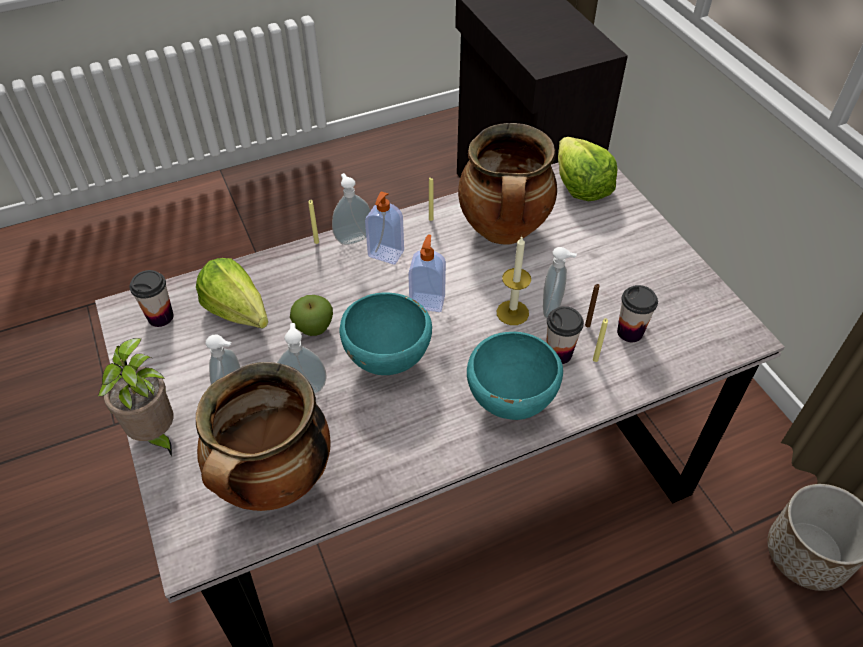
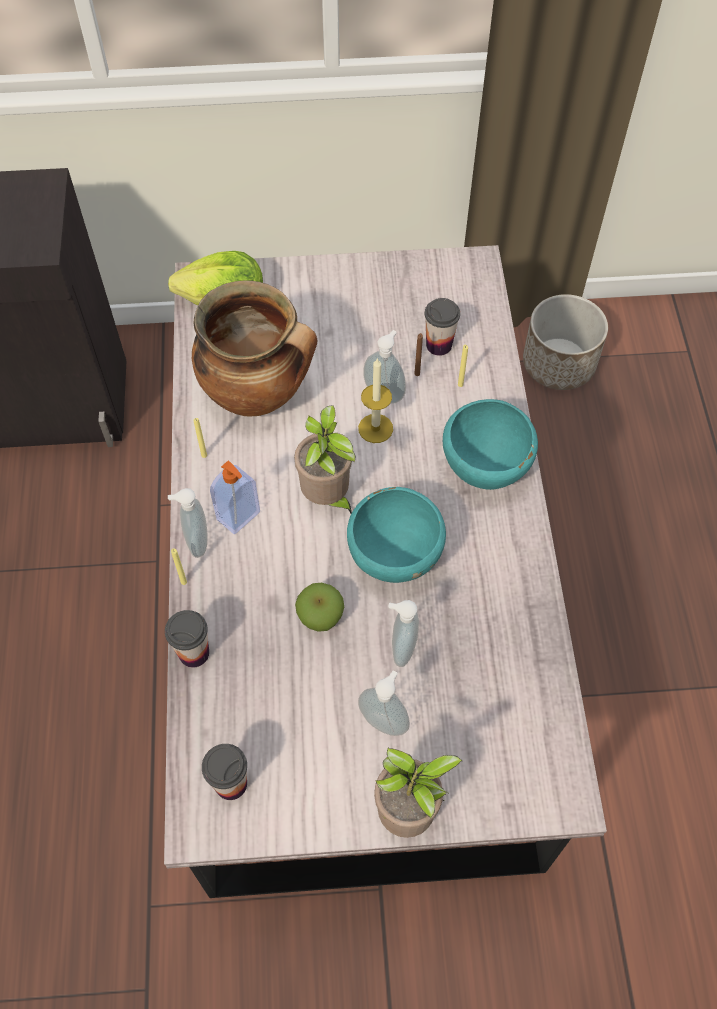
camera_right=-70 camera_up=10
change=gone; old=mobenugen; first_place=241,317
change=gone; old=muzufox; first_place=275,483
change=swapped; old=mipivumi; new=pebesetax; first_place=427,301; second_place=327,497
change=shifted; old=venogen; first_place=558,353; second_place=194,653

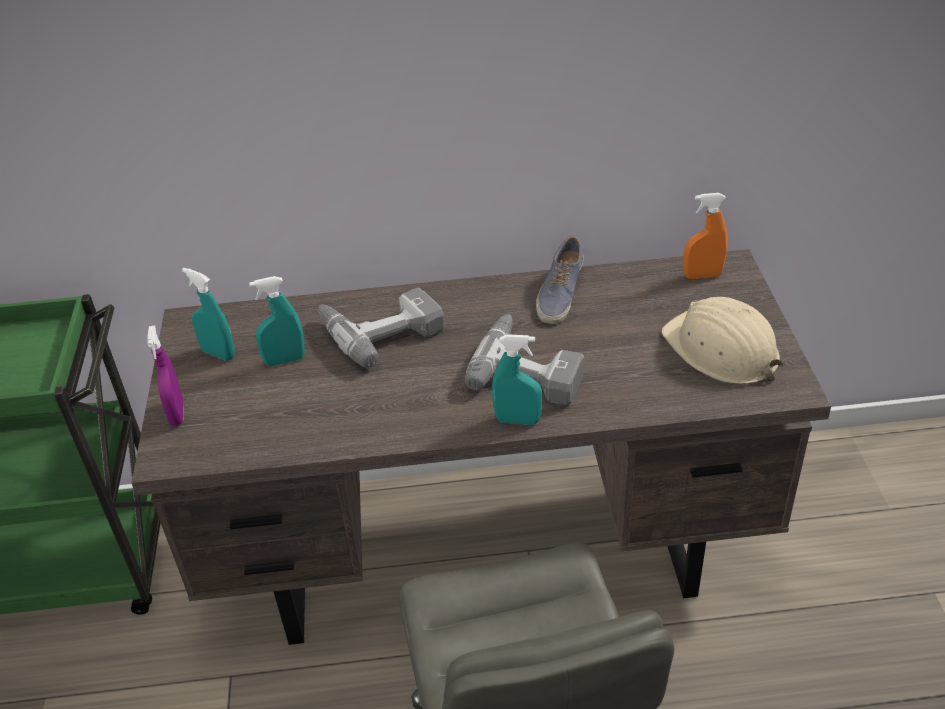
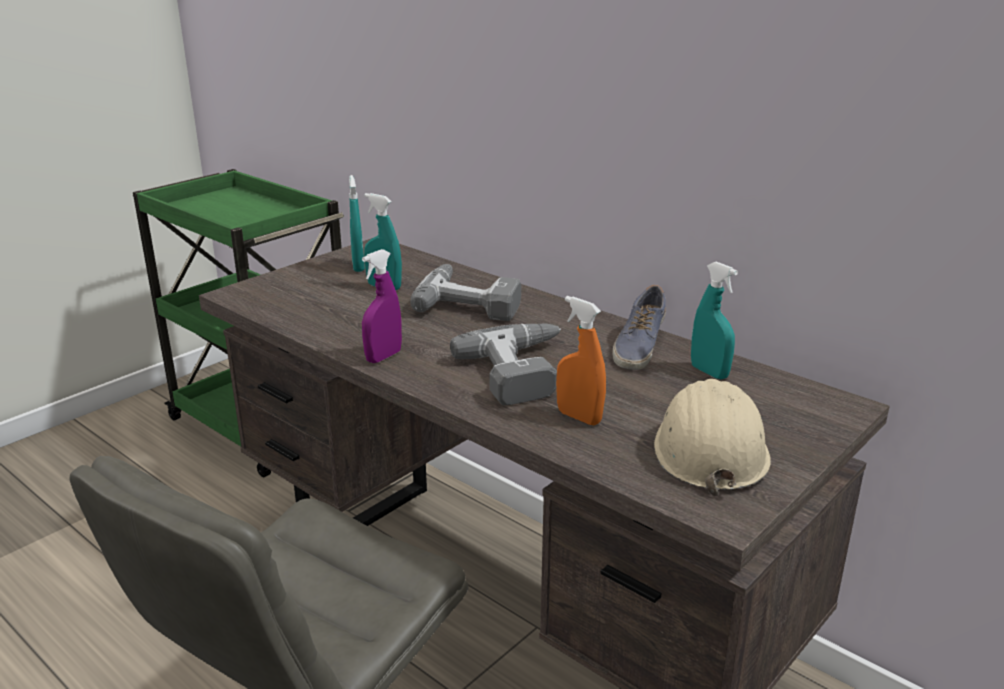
camera_right=45 camera_up=-15
change=shifted; old=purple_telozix; first_place=177,413; second_place=383,357
change=shifted; old=turquoise_telozix; first_place=517,420; second_place=709,372
change=rotated; old=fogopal; first_place=559,294; second_place=638,346; degrees=-45
change=shifted; old=orange_telozix; first_place=702,275; second_place=579,417

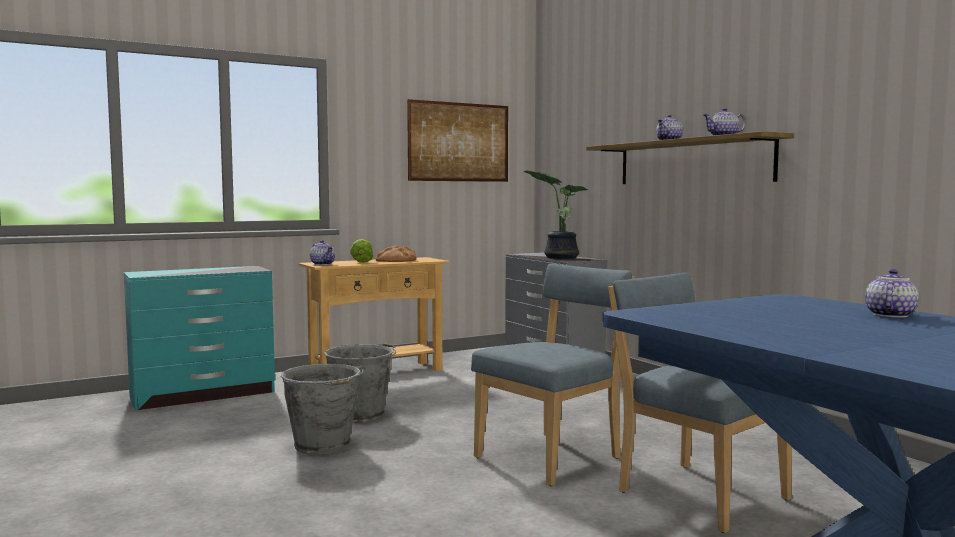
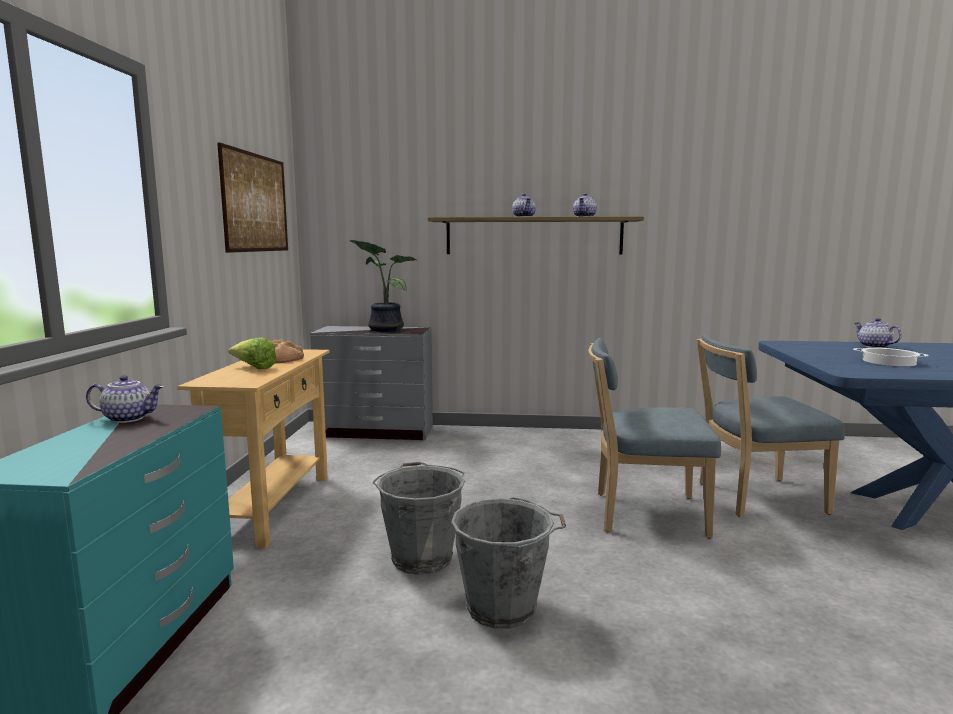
camera_right=-55 camera_up=5
change=shifted; old=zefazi; first_place=323,264; second_place=129,418
change=rotated; old=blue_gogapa; first_place=553,456; second_place=643,513; degrees=-75
change=new; new=muzufox; second_place=889,362

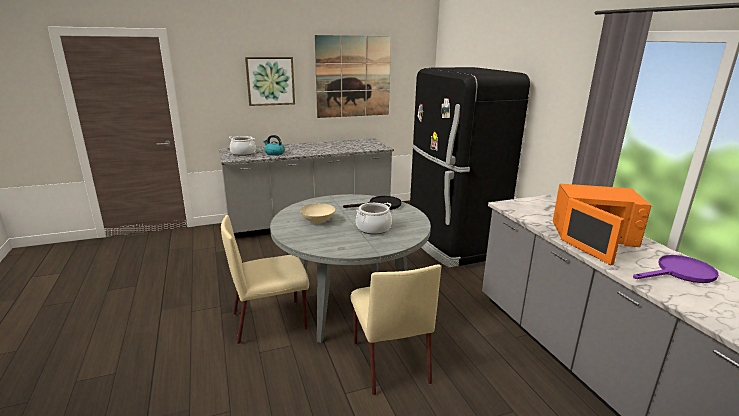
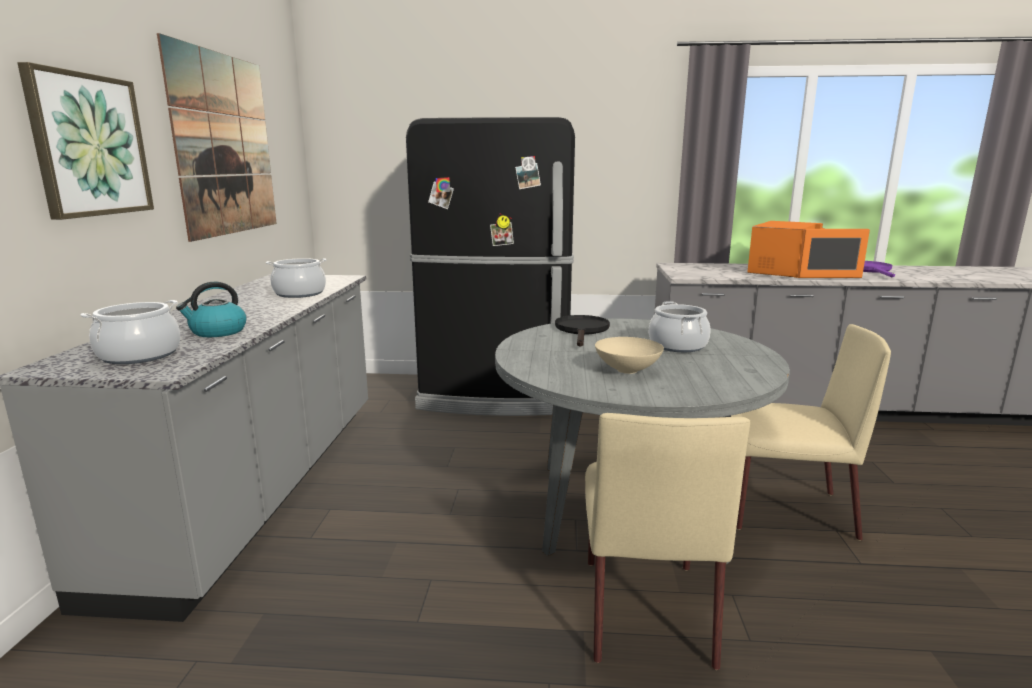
camera_right=-65 camera_up=-5
change=new; new=muzufox; second_place=300,293

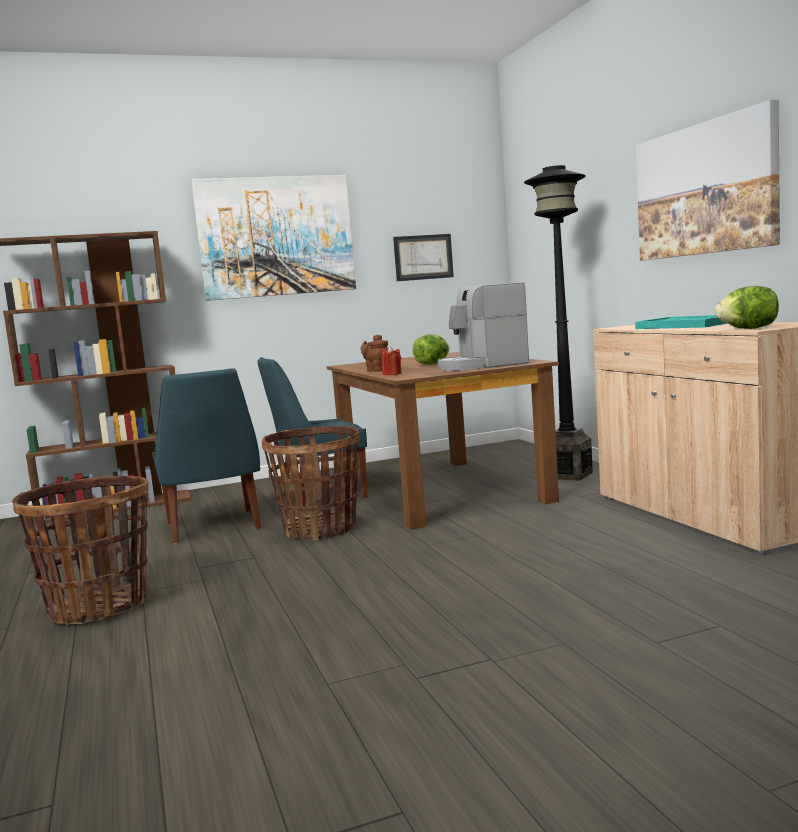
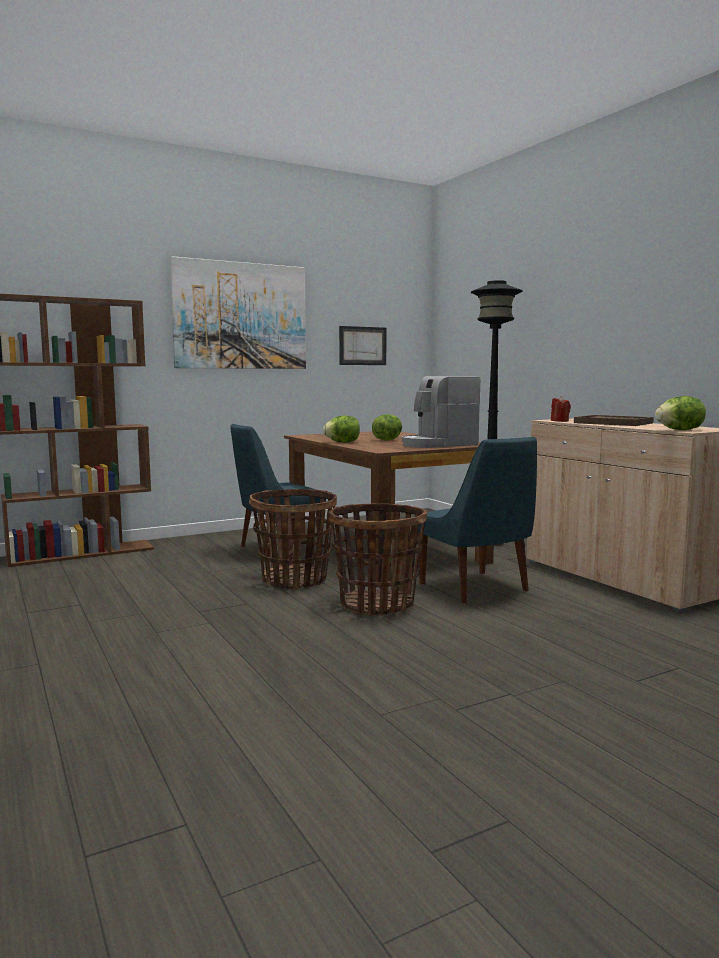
camera_right=-10 camera_up=0
change=shifted; old=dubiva; first_place=98,607; second_place=377,605
change=shifted; old=blue_gogapa; first_place=214,527; second_place=476,589
change=swapped; old=brown_zefazi; new=mobenugen; first_place=377,370; second_place=342,442
change=shifted; old=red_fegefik; first_place=392,374; second_place=559,421
change=repainted; old=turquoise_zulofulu; new=brown_zulofulu; first_place=685,325; second_place=613,423
change=gone; old=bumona; first_place=704,189

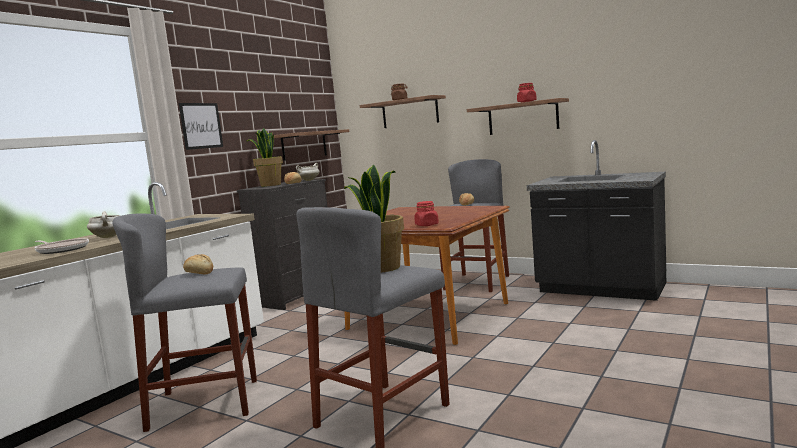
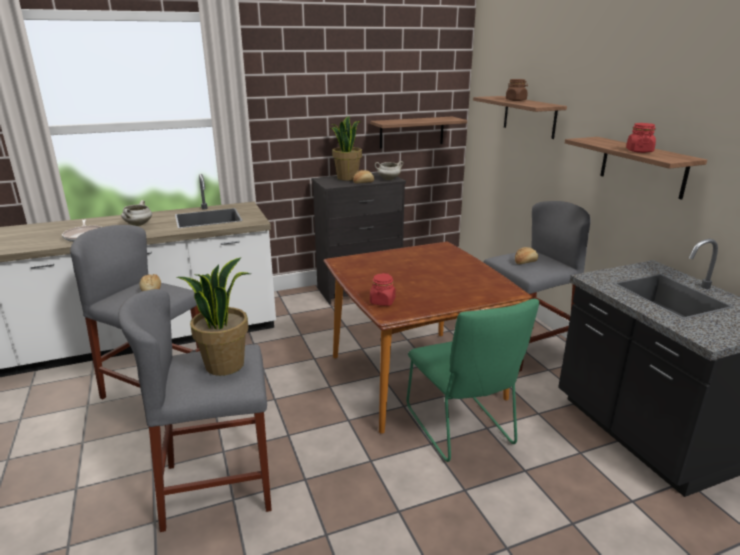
camera_right=35 camera_up=15
change=gone; old=bumona; first_place=201,125
change=new; new=green_gogapa; second_place=461,429

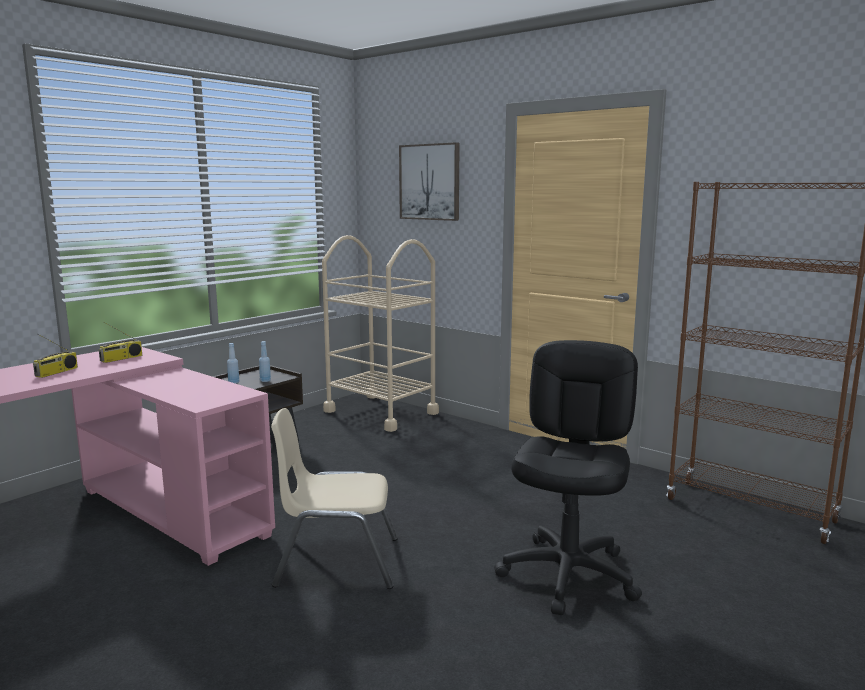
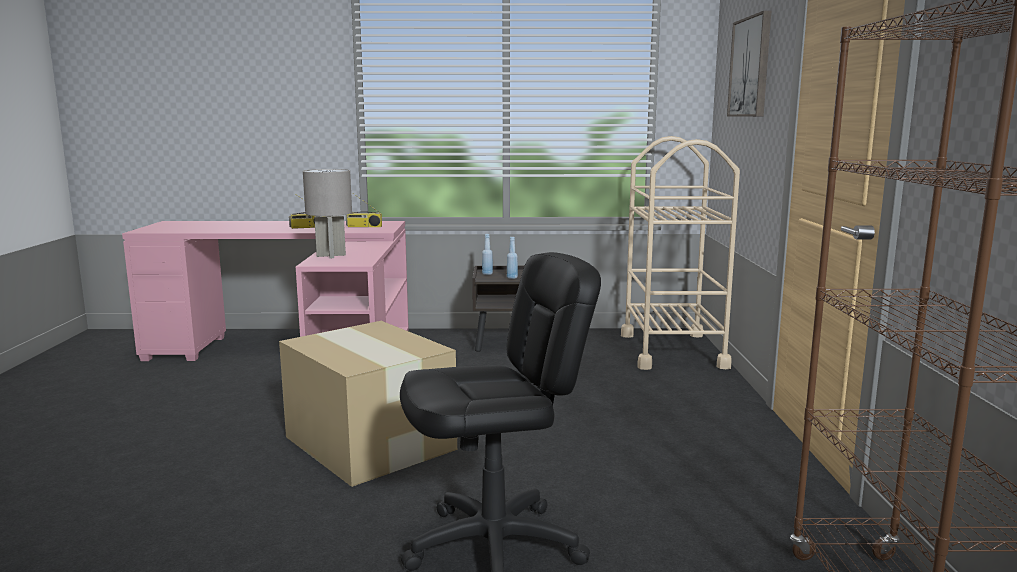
camera_right=50 camera_up=0
change=swapped; old=beige_gogapa; new=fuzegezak; first_place=337,562; second_place=369,442
change=new; new=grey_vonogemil; second_place=331,255

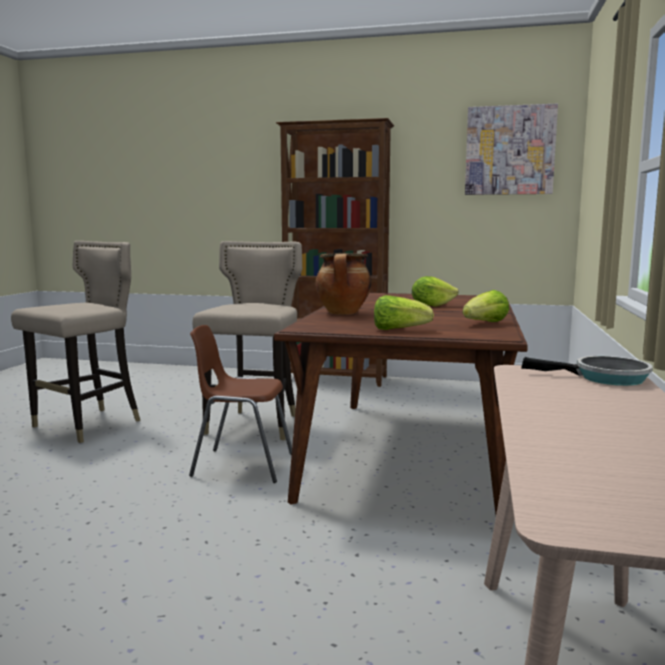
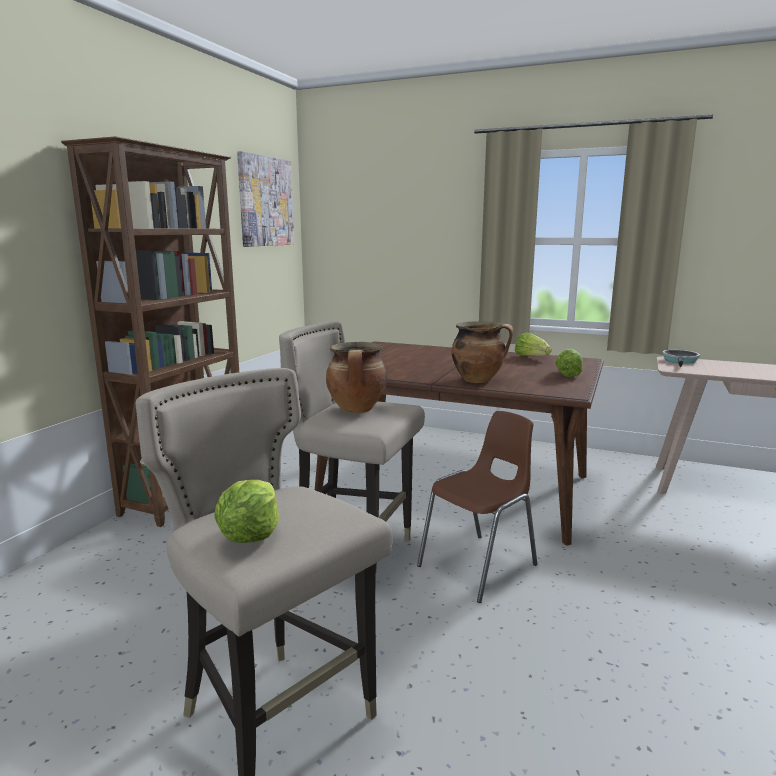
camera_right=-80 camera_up=5
change=rotated; old=brown_gogapa; first_place=242,465; second_place=479,566; degrees=-150
change=shifted; old=mobenugen; first_place=431,305; second_place=251,535
change=new; new=muzufox; second_place=357,410

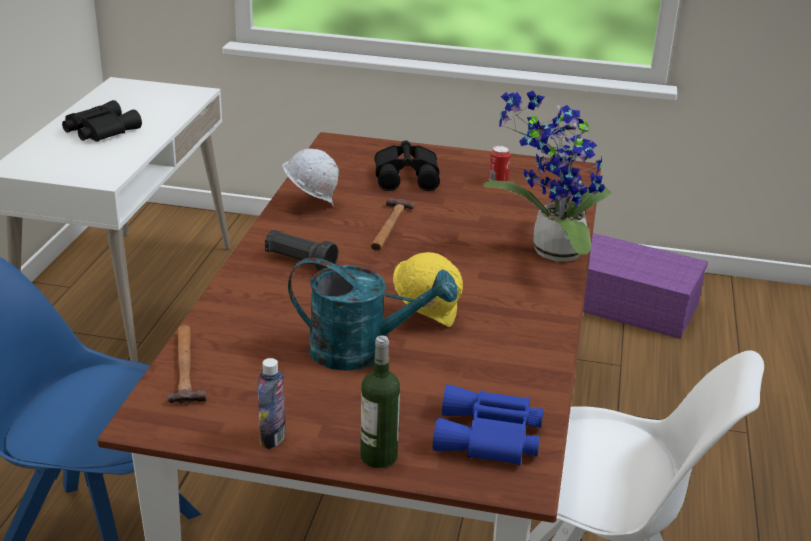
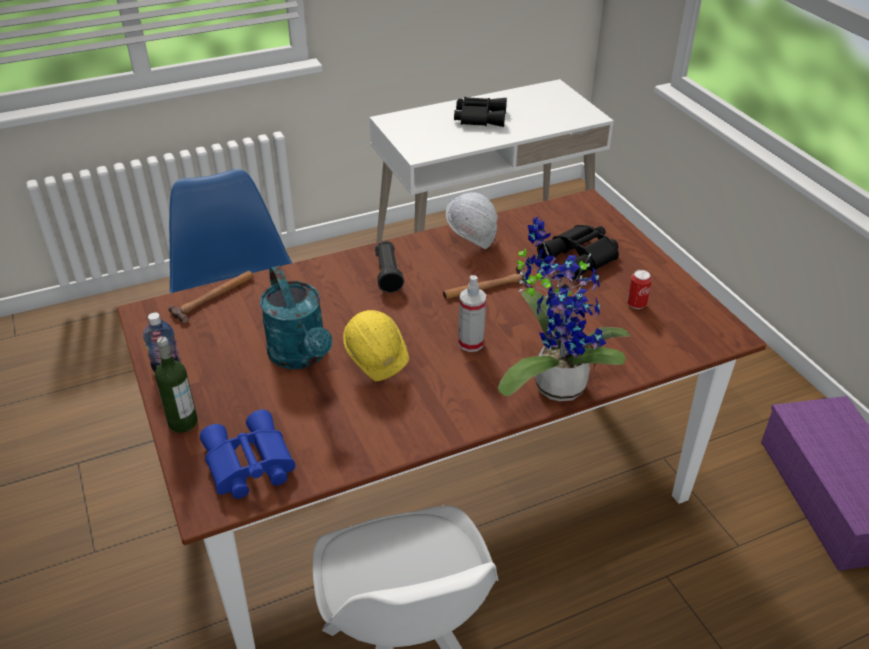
camera_right=55 camera_up=10
change=new; new=telozix; second_place=471,343

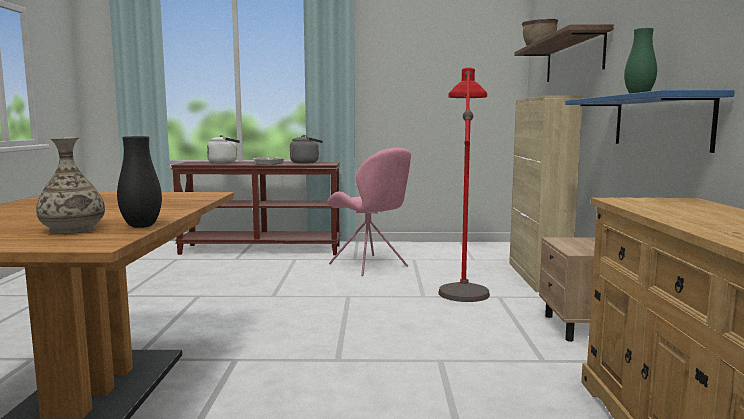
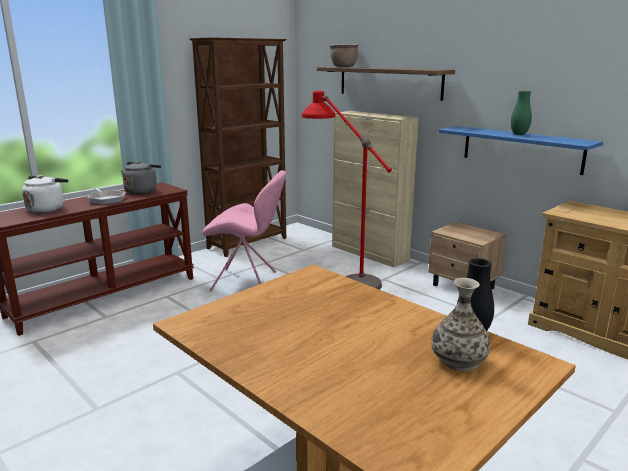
camera_right=-45 camera_up=10
change=new; new=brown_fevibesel; second_place=248,243

